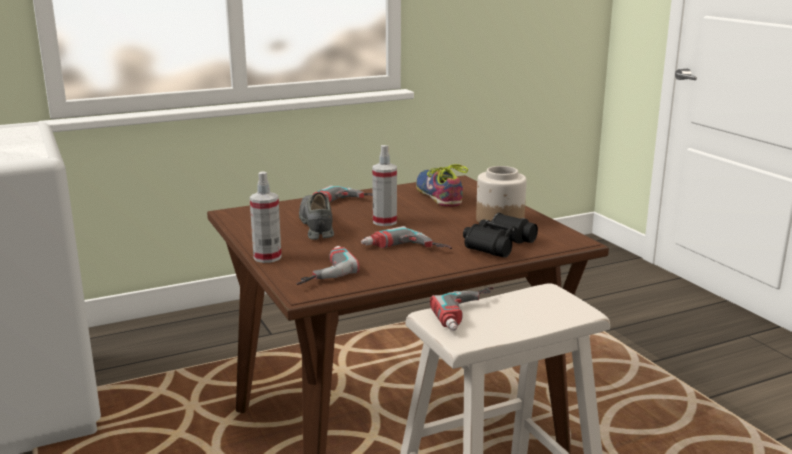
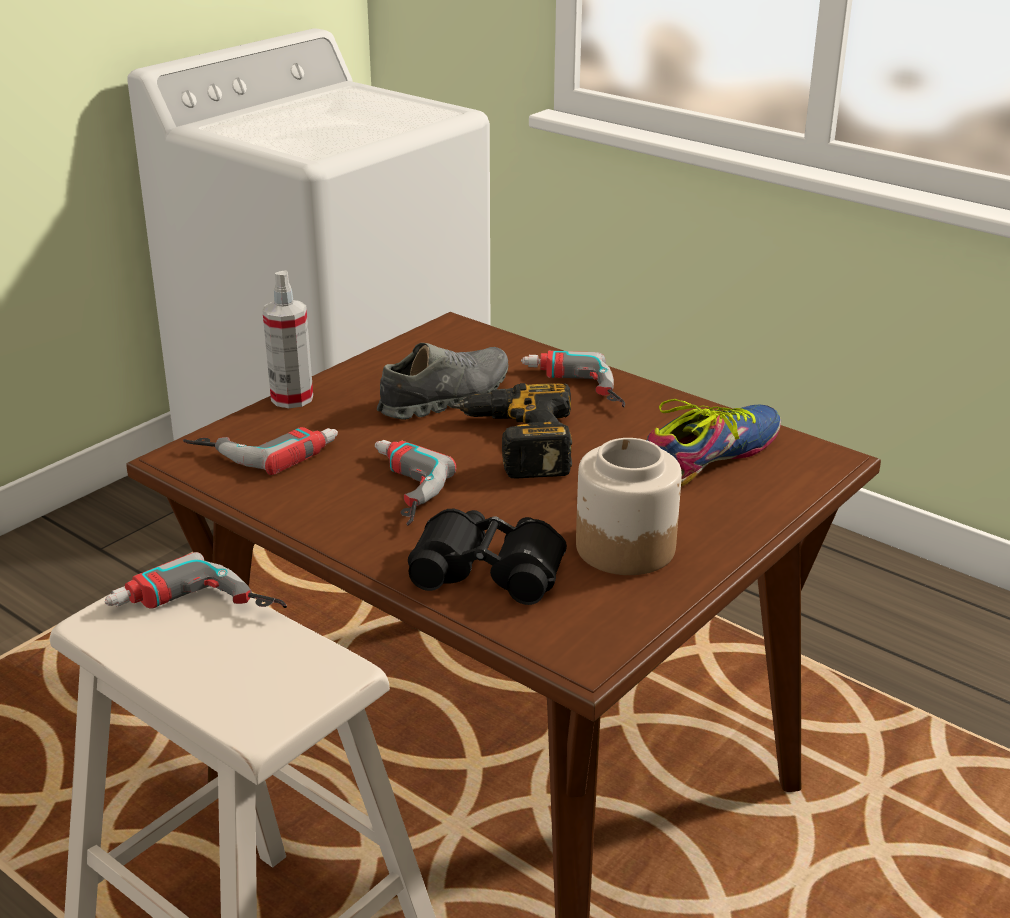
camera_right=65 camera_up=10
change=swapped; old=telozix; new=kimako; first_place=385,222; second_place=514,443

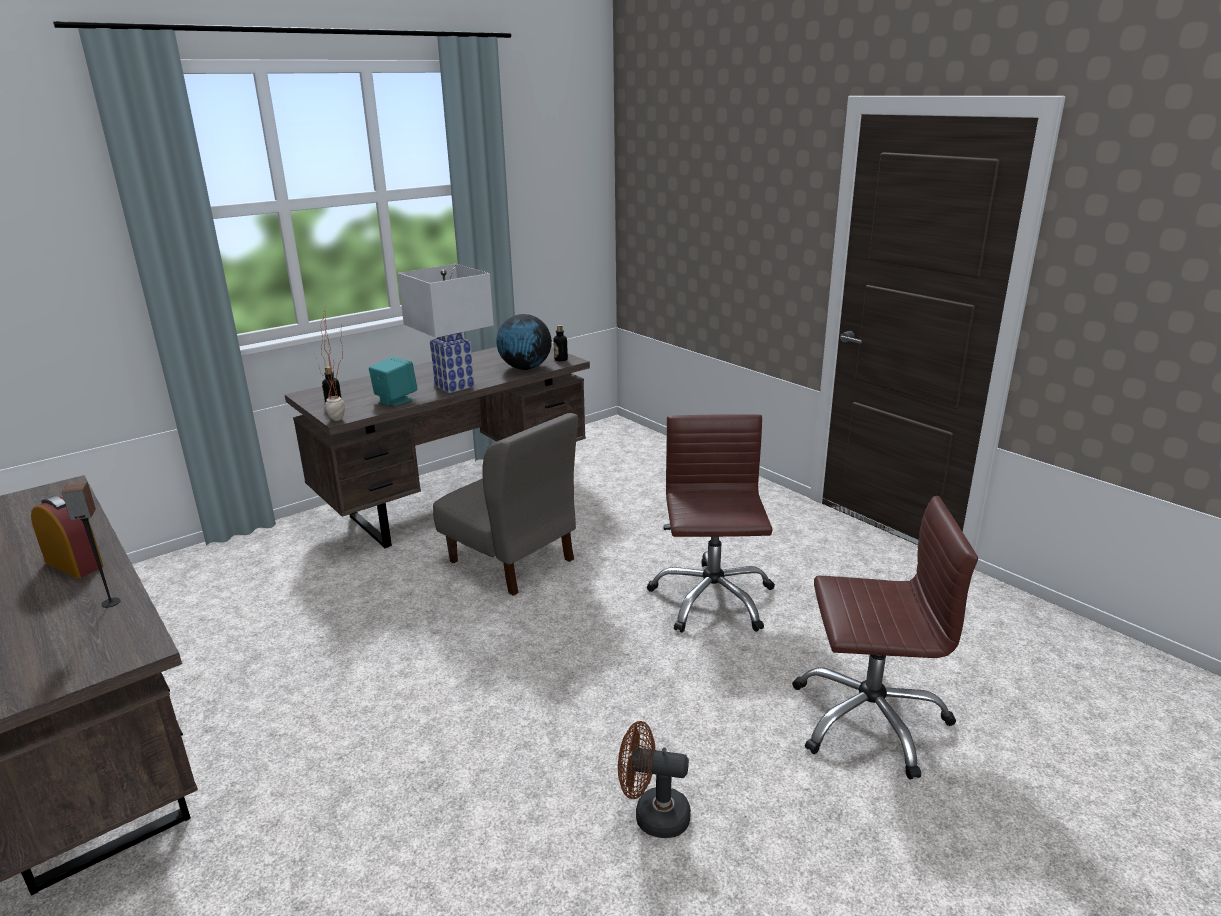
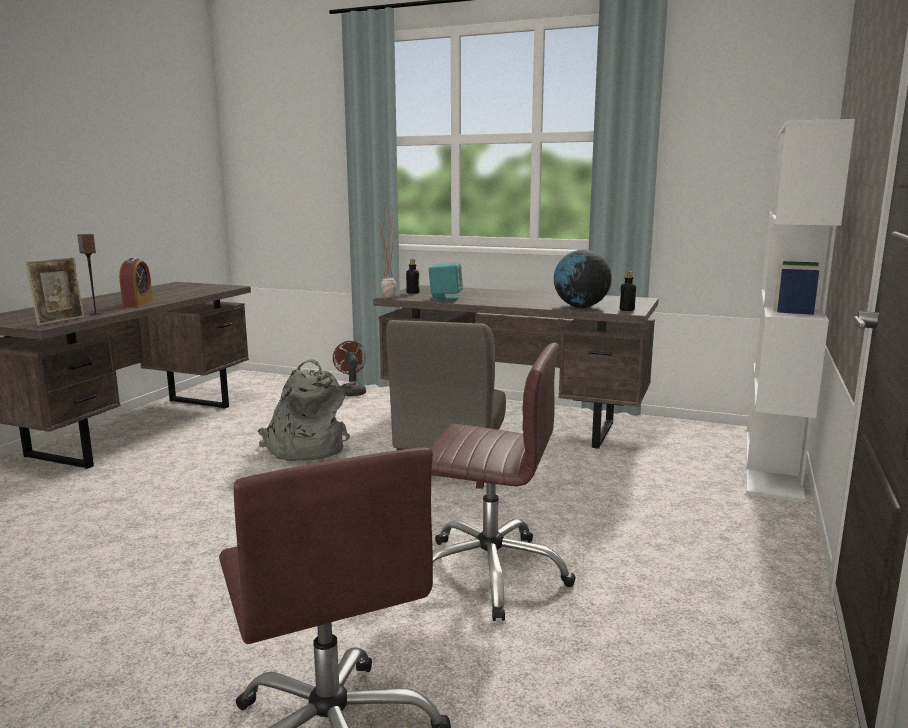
camera_right=60 camera_up=-10
change=gone; old=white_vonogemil; first_place=454,386
change=shifted; old=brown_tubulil; first_place=652,815; second_place=352,391
change=rotated; old=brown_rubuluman; first_place=711,599; second_place=490,572; degrees=45
change=new; new=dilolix; second_place=60,321
change=new; new=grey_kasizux; second_place=304,448
change=new; new=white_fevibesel; second_place=773,464

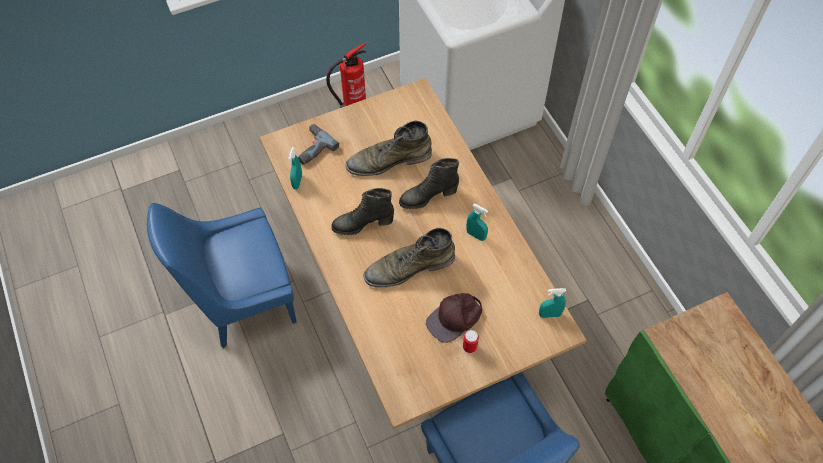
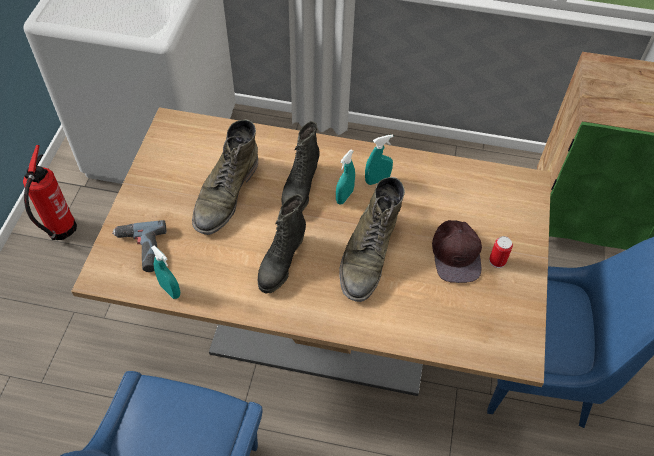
camera_right=-55 camera_up=-5
change=shifted; old=turquoise_telozix; first_place=549,314; second_place=344,196

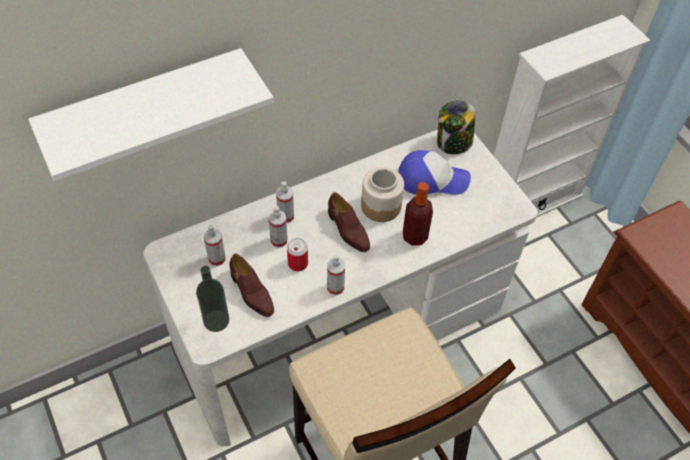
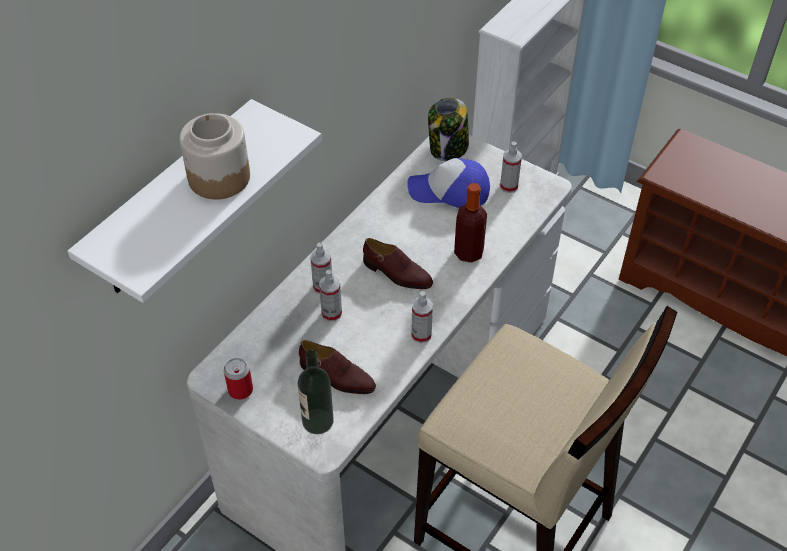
camera_right=-25 camera_up=-5
change=shifted; old=telozix; first_place=217,259; second_place=508,186
change=shifted; old=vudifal; first_place=298,263; second_place=240,390
change=shifted; old=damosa; first_place=381,205; second_place=219,177
change=rotated; old=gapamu; first_place=432,179; second_place=449,191; degrees=-150

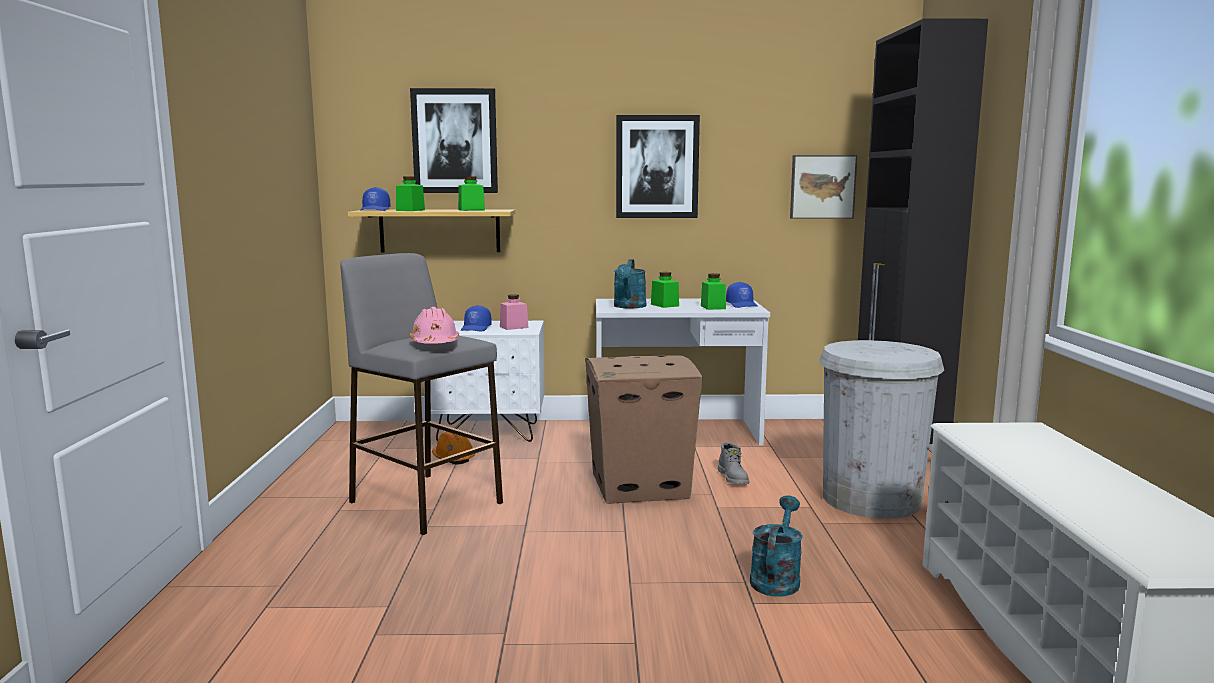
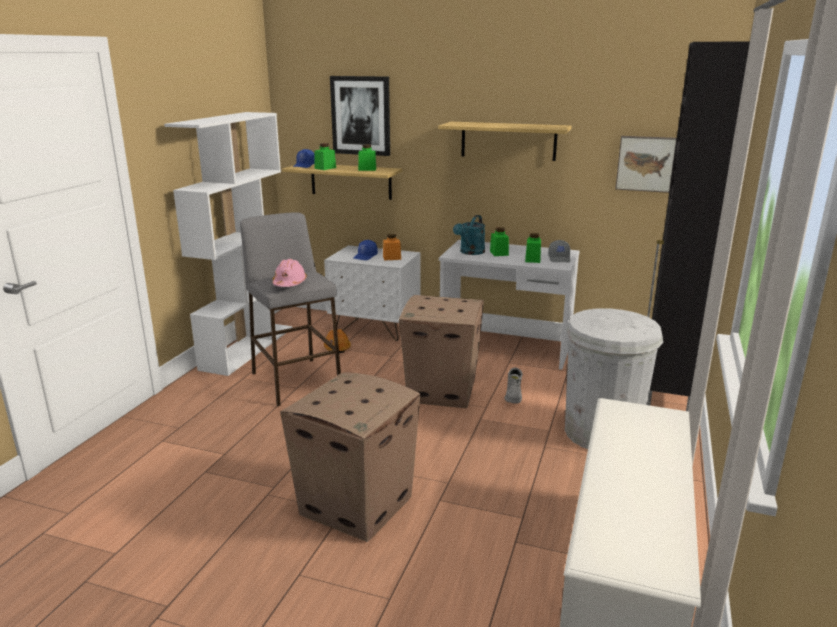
camera_right=20 camera_up=10
change=repainted; old=pink_damosa; new=orange_damosa; first_place=514,327; second_place=392,258
change=swapped; old=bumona; new=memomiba; first_place=657,167; second_place=508,141
change=repainted; old=blue_gapamu; new=grey_gapamu; first_place=742,305; second_place=559,259
change=gone; old=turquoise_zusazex; first_place=776,578
change=new; new=white_fevibesel; second_place=248,347
change=new; new=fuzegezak; second_place=357,505

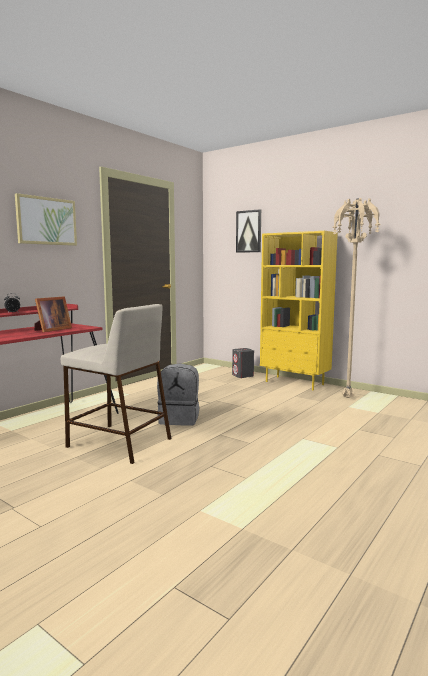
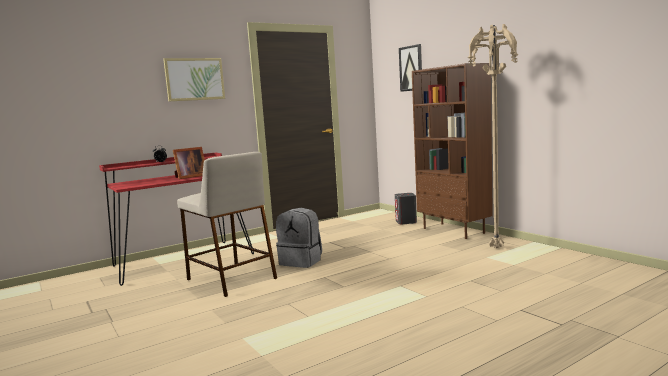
camera_right=20 camera_up=0
change=repainted; old=yellow_fevibesel; new=brown_fevibesel; first_place=295,383; second_place=454,231

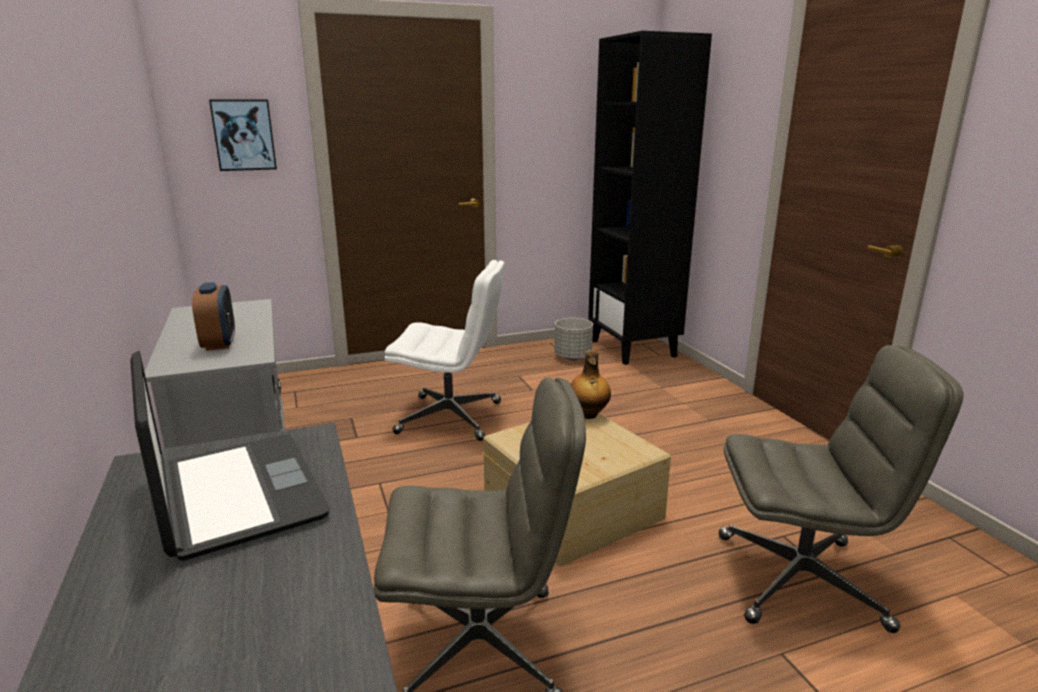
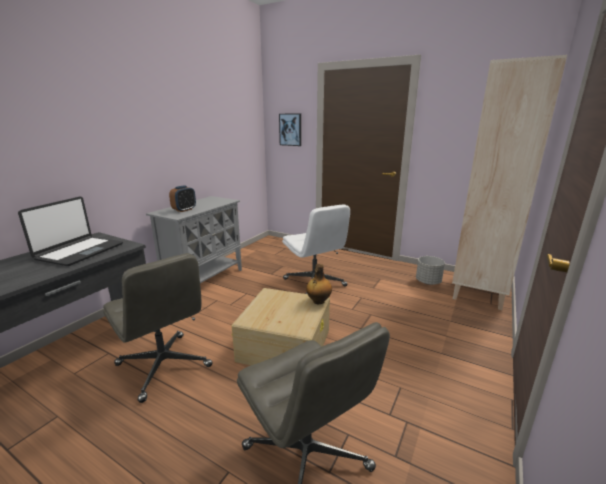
camera_right=50 camera_up=0
change=repainted; old=black_fevibesel; new=beige_fevibesel; first_place=634,349; second_place=478,293

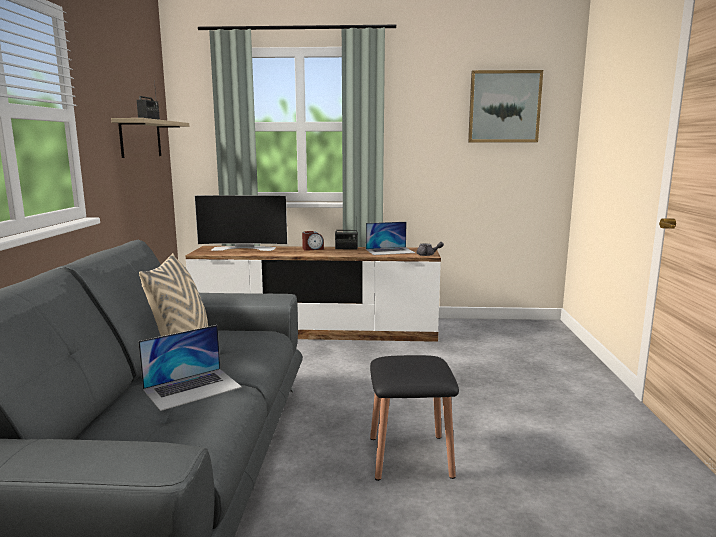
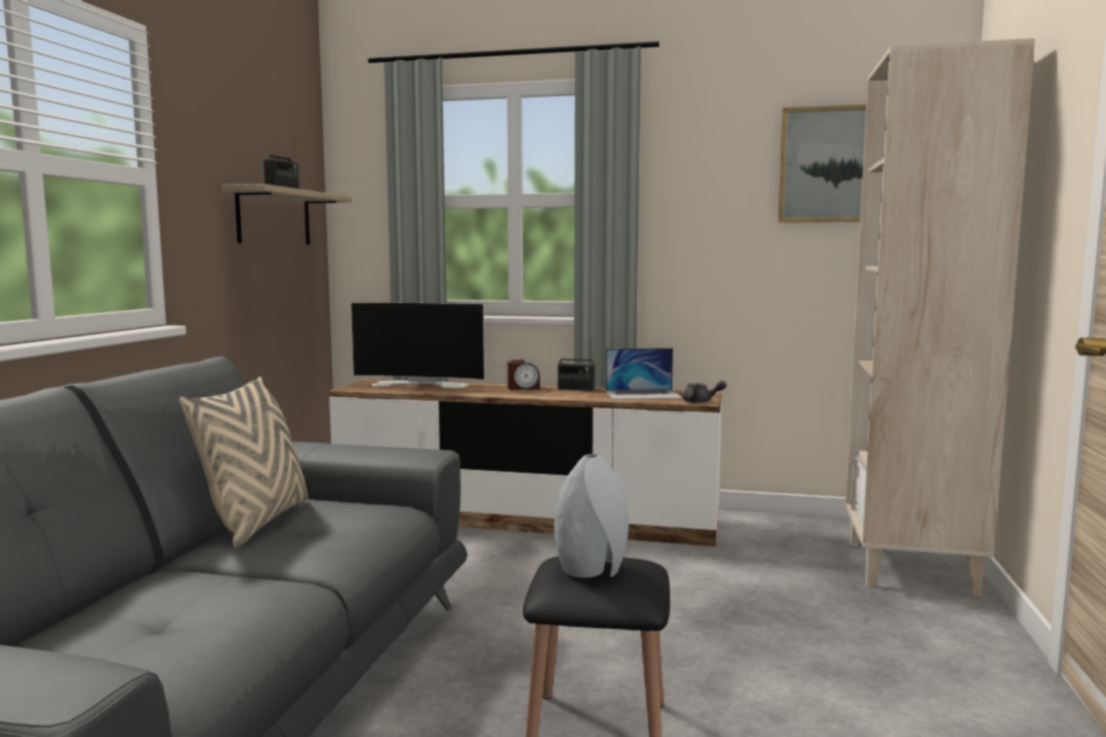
camera_right=10 camera_up=-5
change=gone; old=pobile; first_place=192,388
change=new; new=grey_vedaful; second_place=593,570
change=new; new=beige_fevibesel; second_place=911,568

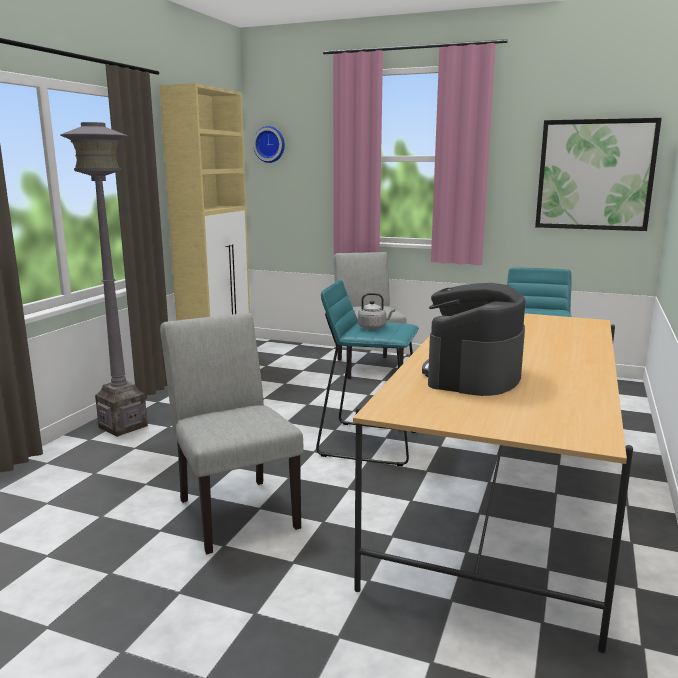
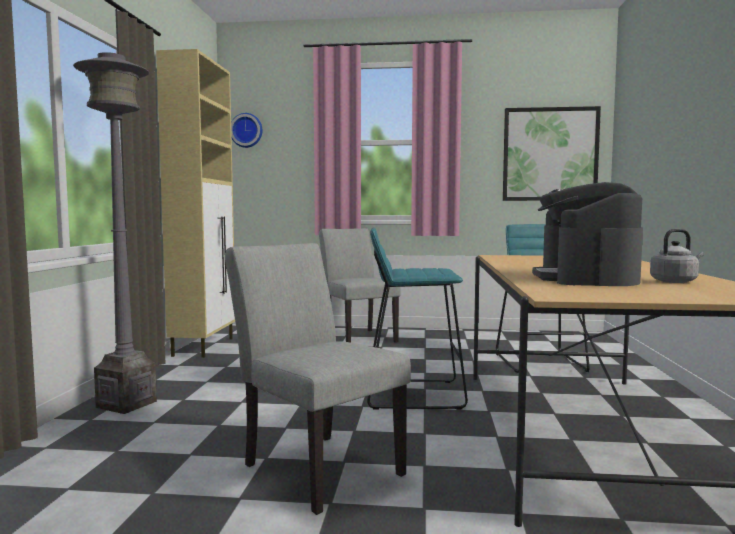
camera_right=-15 camera_up=-10
change=shifted; old=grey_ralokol; first_place=373,327; second_place=675,281

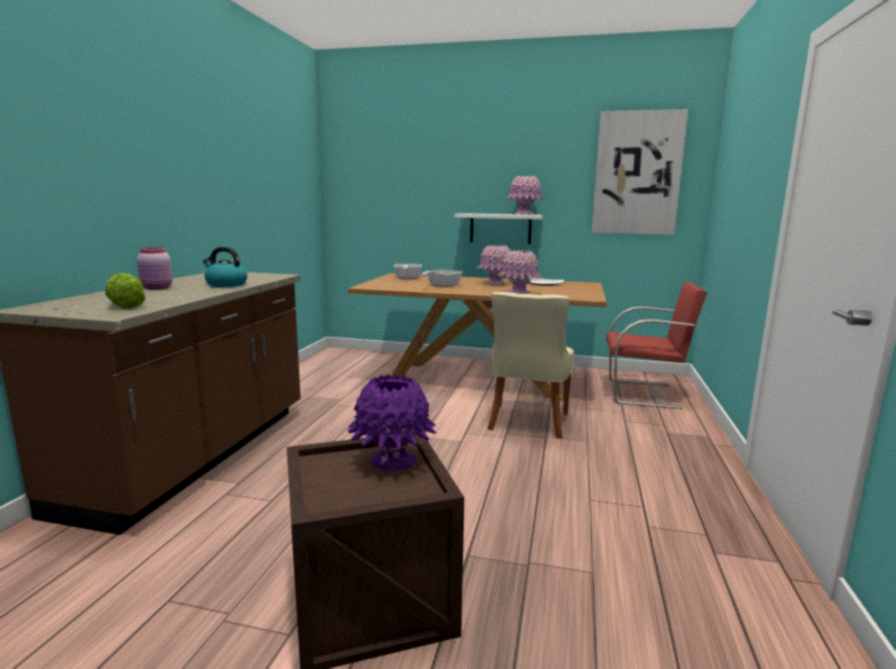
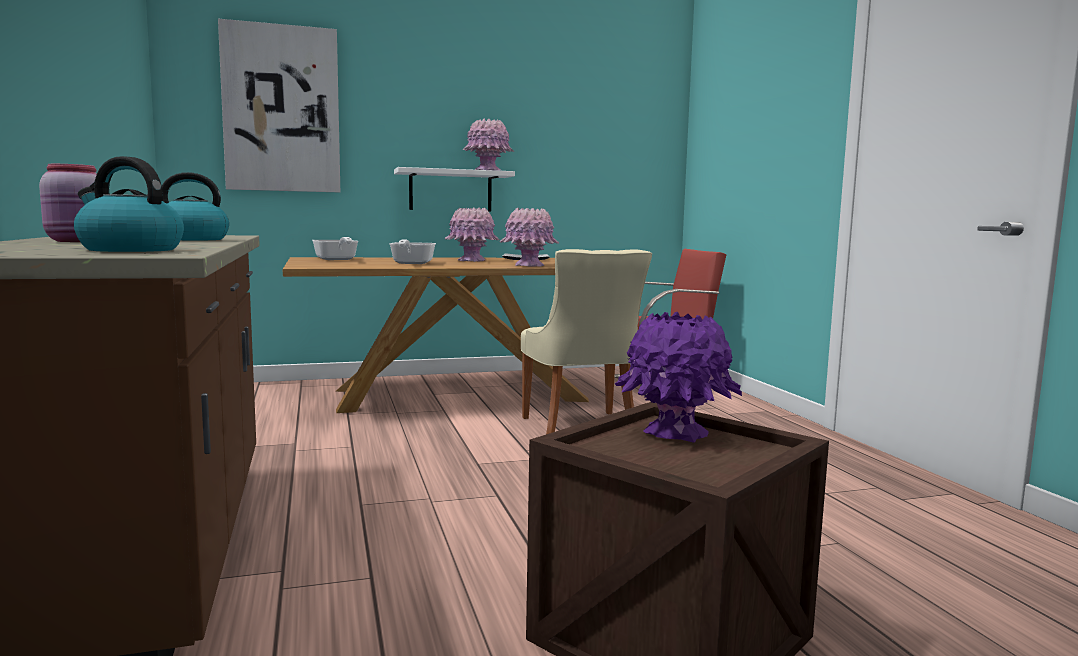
camera_right=-30 camera_up=-5
change=swapped; old=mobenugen; new=ralokol; first_place=124,306; second_place=129,249
change=shifted; old=bumona; first_place=637,173; second_place=281,109

